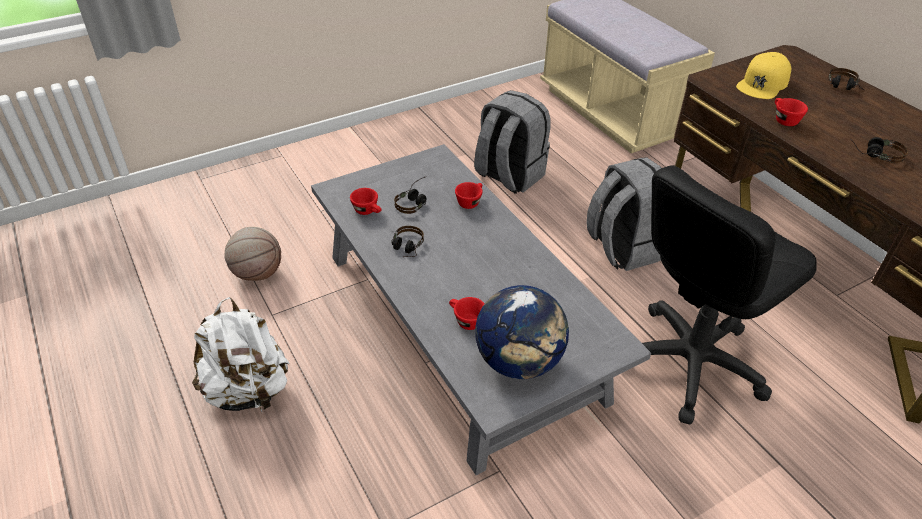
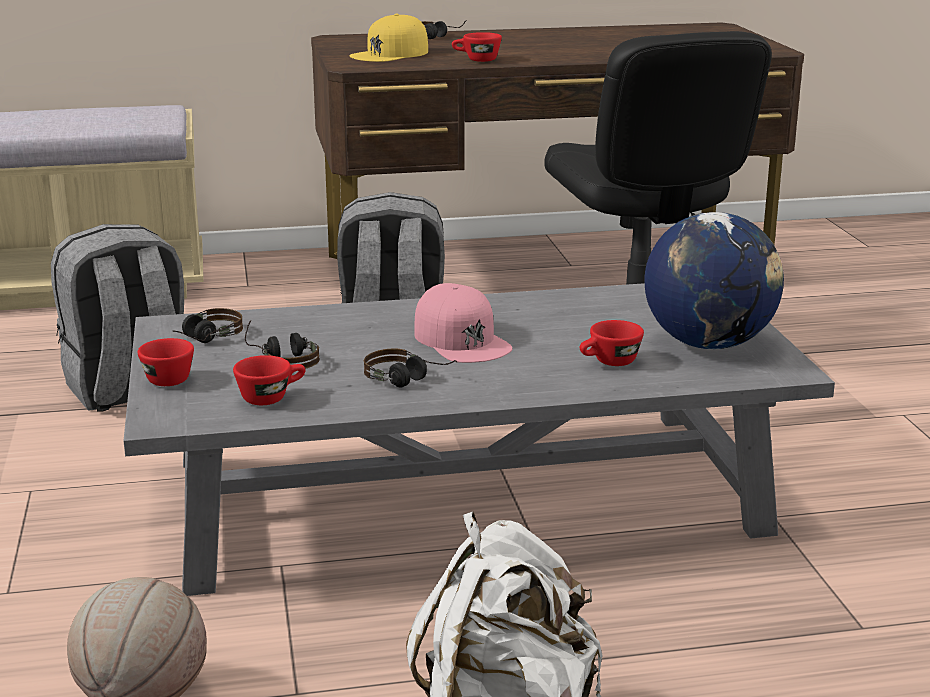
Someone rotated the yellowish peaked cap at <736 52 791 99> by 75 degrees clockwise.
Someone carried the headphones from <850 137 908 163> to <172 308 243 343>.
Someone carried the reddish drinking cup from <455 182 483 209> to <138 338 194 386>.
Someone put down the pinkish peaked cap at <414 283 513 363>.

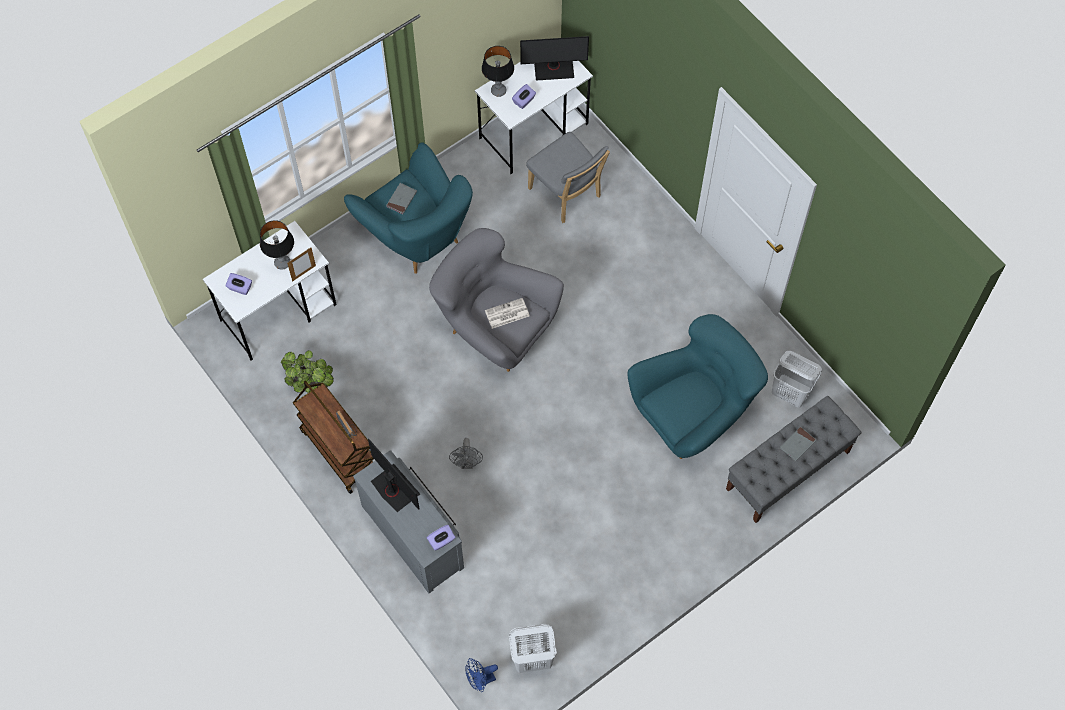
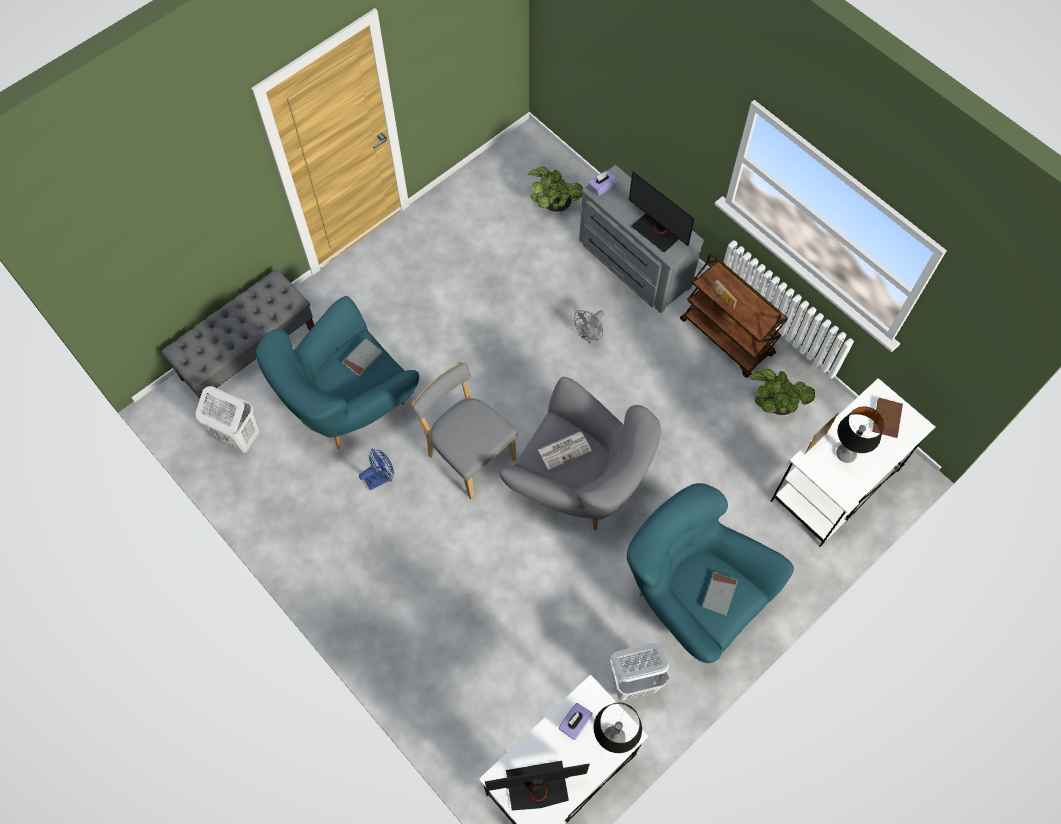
Someone carried the greyish chair from <526 132 610 223> to <411 362 518 500>.
Someone swapped the purple-coloured tissue holder at <225 273 252 295> for the brown-coloured bound book at <872 398 903 438>.
Someone carried the greyish bound book from <780 427 816 461> to <342 339 383 376>.
Someone rotated the greyish fan at <449 438 483 469> by 135 degrees counterclockwise.
Someone carried the whitish washing basket from <509 624 557 673> to <610 643 669 701>.
Someone carried the blue-coloured fan from <465 658 498 692> to <359 449 394 490>.
Someone put down the houseplant at <527 166 583 214>.

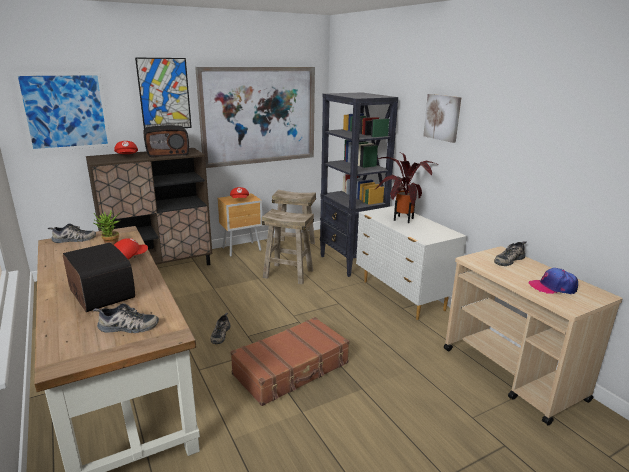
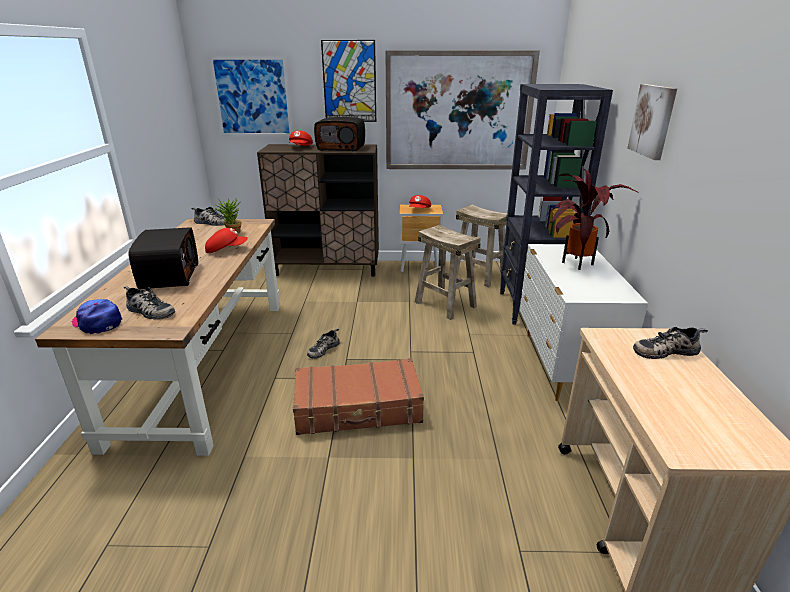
Someone carried the peaked cap from <528 268 578 294> to <72 299 122 334>.

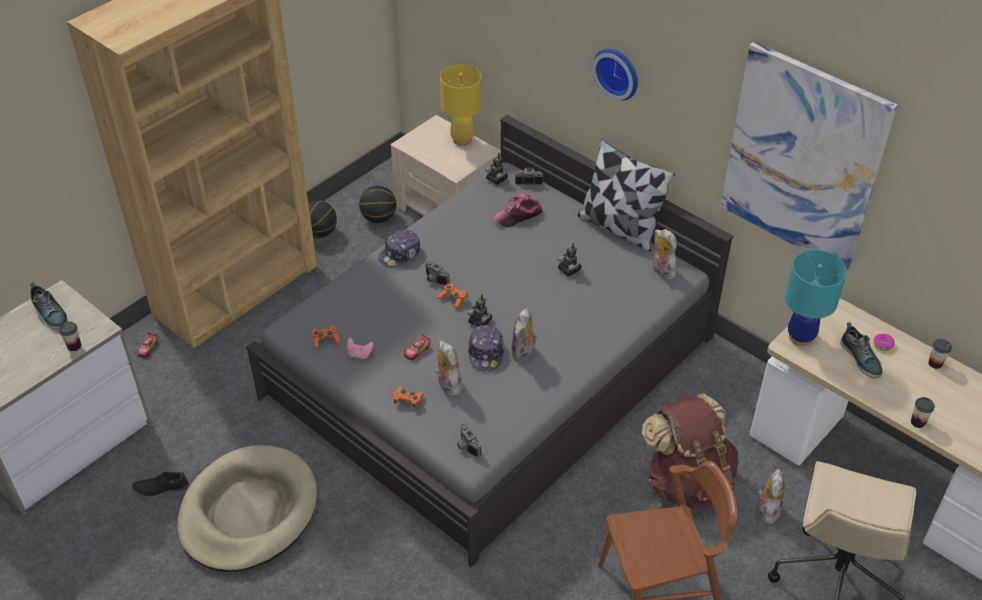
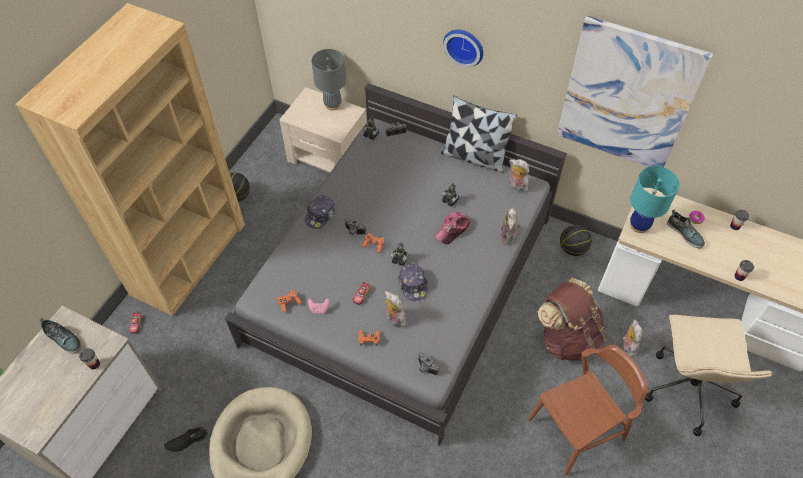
Someone repainted the yellowish table lamp at <440 64 482 146>, which became the greyish table lamp at <311 49 346 110>.
Someone carried the basketball from <359 186 397 223> to <560 225 592 256>.
Someone carried the peaked cap from <493 194 542 227> to <435 212 470 244>.
Someone carried the soft toy from <511 308 537 362> to <499 208 521 245>.

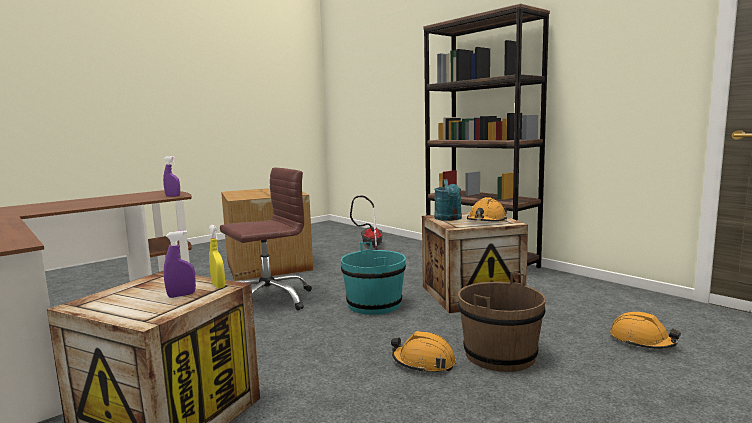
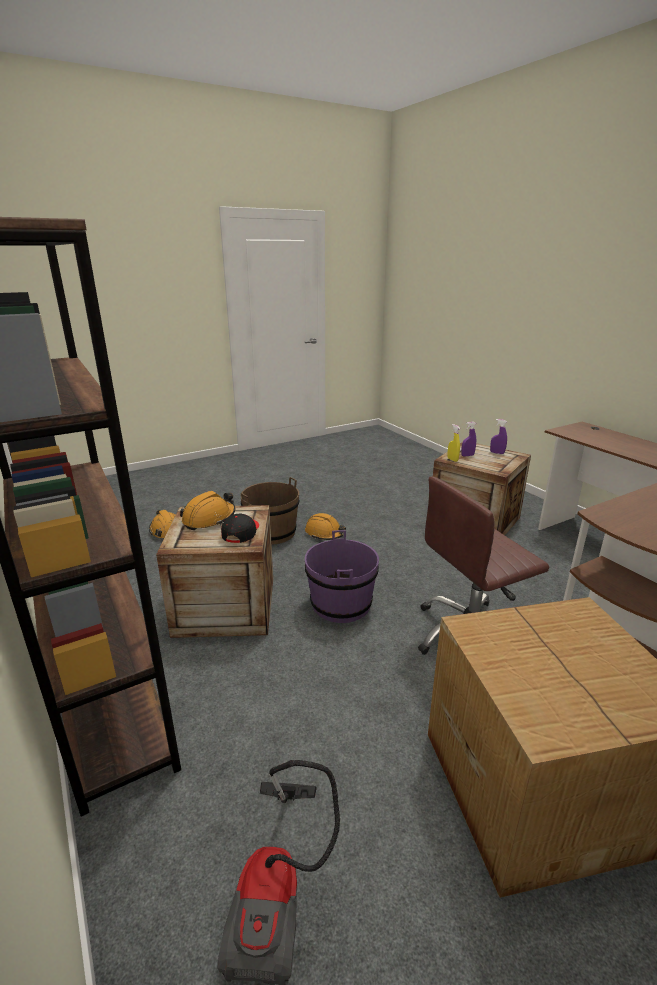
Someone carried the purple-coloured sprayer from <163 156 180 196> to <490 419 507 454>.
Someone swapped the turquoise-coloured watering pot at <434 179 462 221> for the black-coloured peaked cap at <221 514 259 543>.
Someone repainted the turquoise-coloured water bucket at <341 242 406 315>, which became the purple-coloured water bucket at <305 530 379 623>.

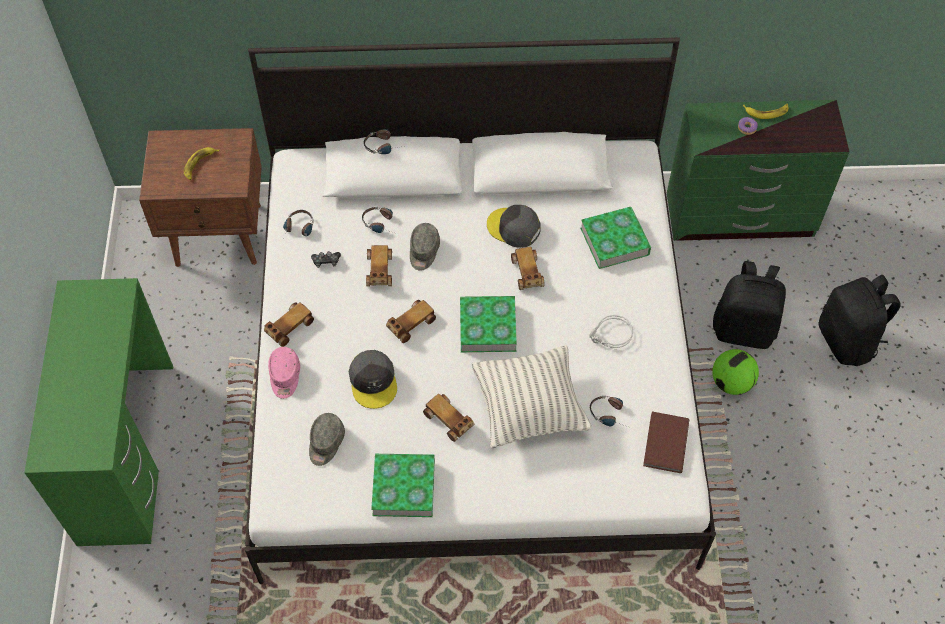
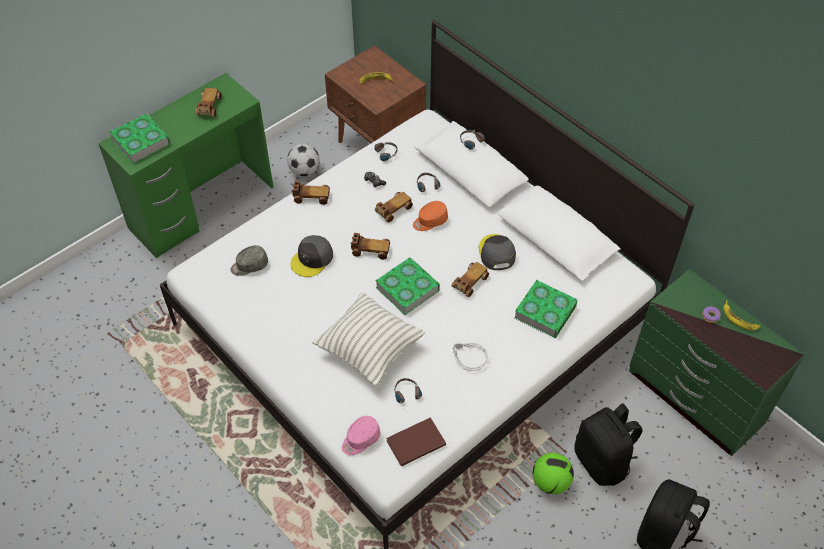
Someone repainted the greyish peaked cap at <410 223 440 271>, which became the orangey peaked cap at <413 201 448 231>.
Someone carried the pinkish peaked cap from <268 347 300 399> to <342 416 381 455>.
Someone carried the toy car from <423 394 474 442> to <195 88 222 117>.
Someone carried the bound book from <371 454 435 517> to <109 114 171 164>.
Someone put down the football ball at <287 144 320 176>.

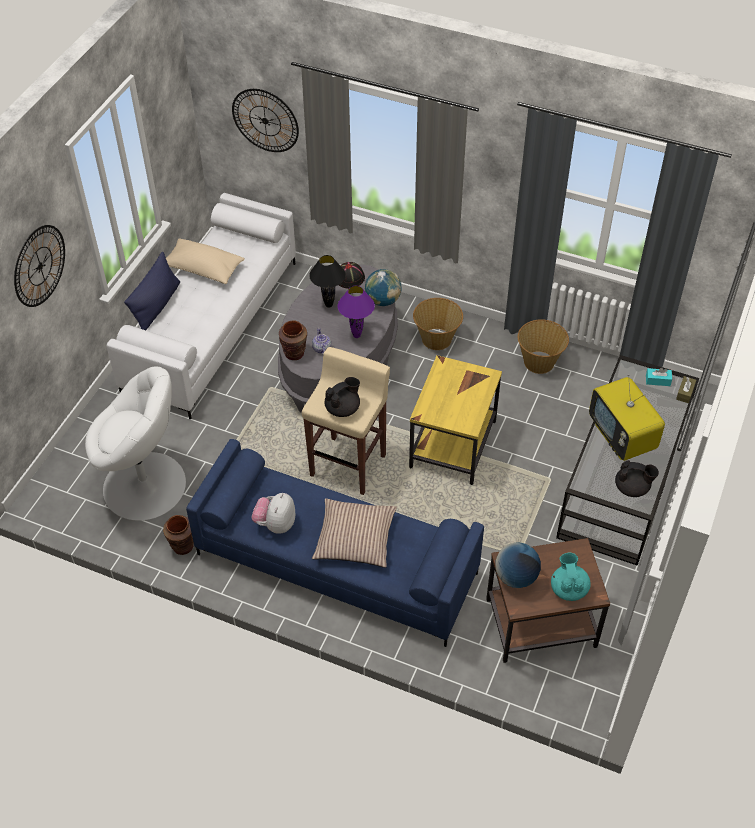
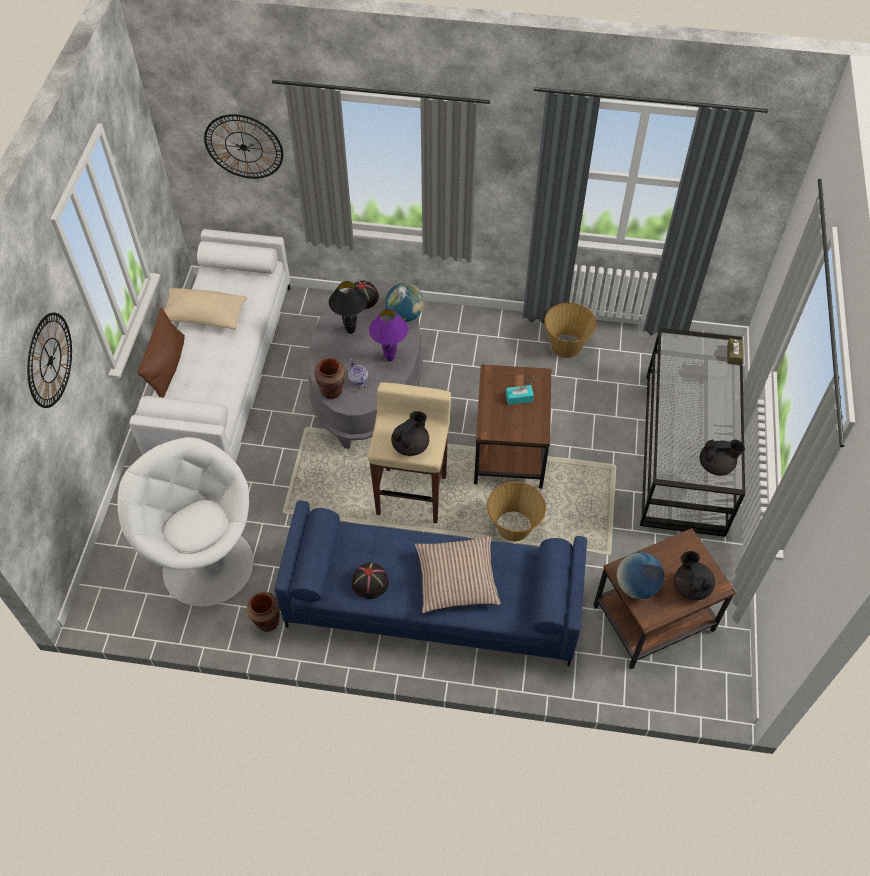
Someone repainted the blue-coloured cushion at <124 251 180 330>, which became the brown-coloured cushion at <137 308 185 398>.
Someone carried the household basket from <413 298 463 350> to <487 482 546 541>.
Someone repainted the yellowish end table at <409 355 502 485>, which became the brown-coloured end table at <474 365 551 489>.
Someone rotated the whitish armchair at <85 367 186 521> by 120 degrees counterclockwise.
Someone carried the turquoise-coloured tissue holder from <646 368 672 386> to <506 385 534 405>.
Someone took away the television at <589 375 665 461>.
Someone swapped the soft toy at <251 493 295 534> for the black-coloured hat at <351 562 389 599>.
Someone repainted the turquoise-coloured pot for tea at <551 553 591 601>, which became the black-coloured pot for tea at <674 551 715 600>.

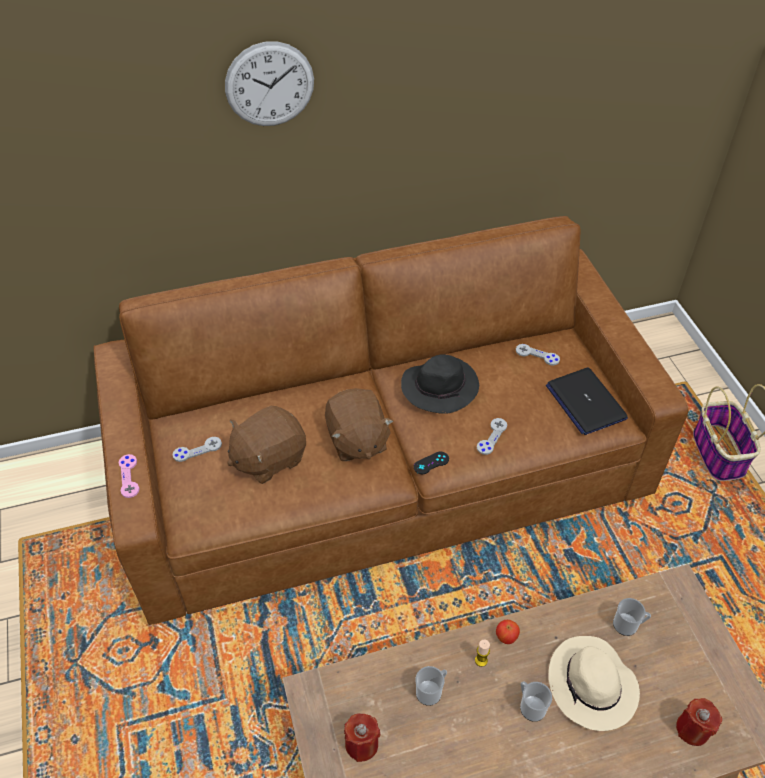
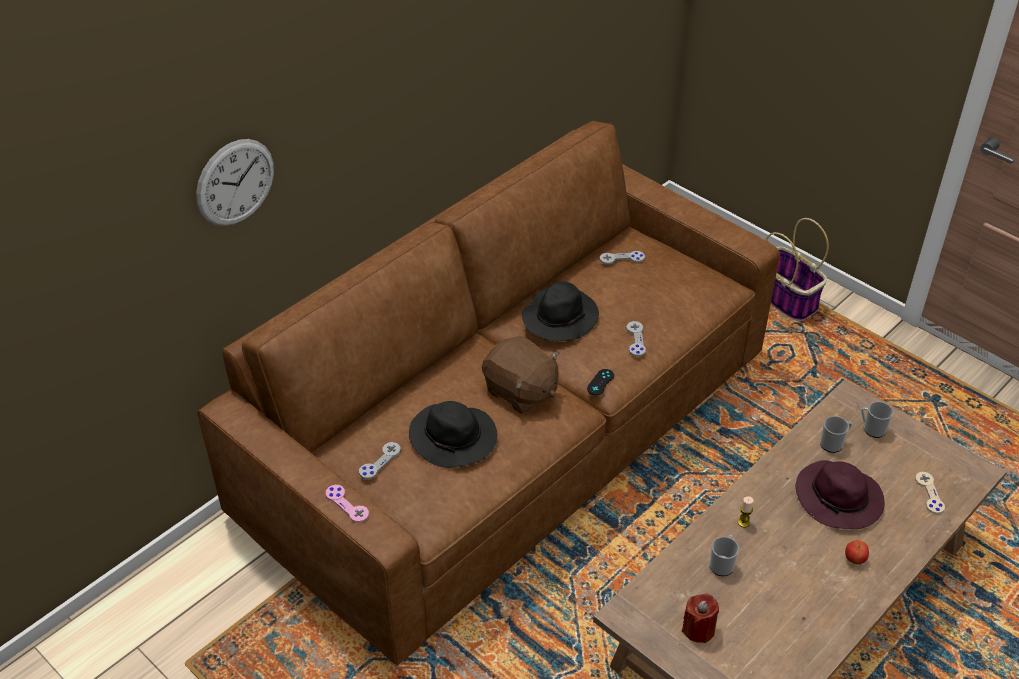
Someone carried the hanging clock from <225 41 314 126> to <196 139 274 226>.
Someone took away the portable computer at <546 368 628 435>.
Someone swapped the brown-coloured soft toy at <227 406 306 484> for the black-coloured hat at <409 401 497 468>.
Someone carried the apple from <496 620 520 644> to <845 541 869 564>.
Someone repainted the sand-coloured hat at <548 636 640 731>, which became the purple-coloured hat at <795 460 885 529>.
Someone carried the tea mug from <520 681 552 722> to <861 401 893 438>.
Someone swapped the reddish candle at <676 698 722 746> for the sand-coloured gamepad at <915 472 945 514>.

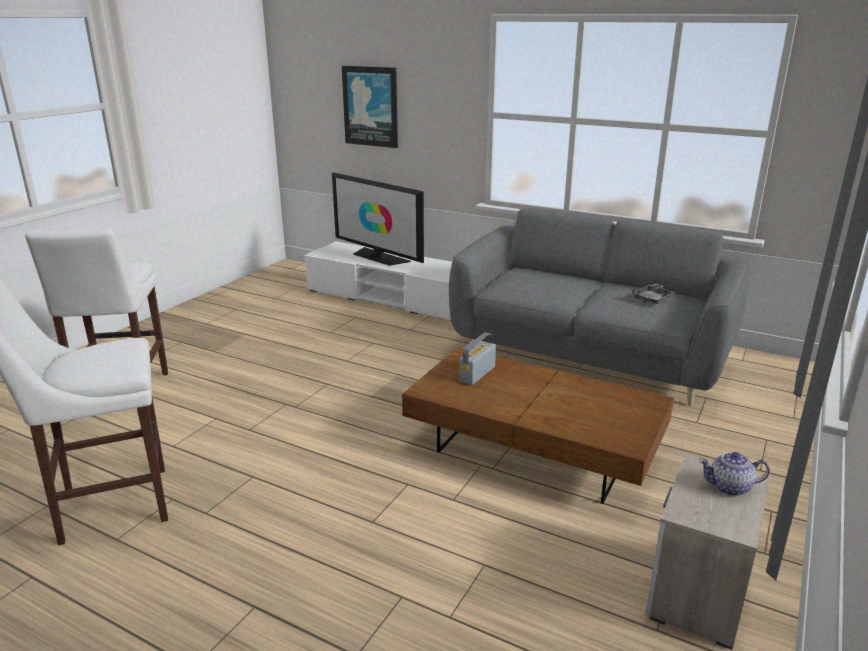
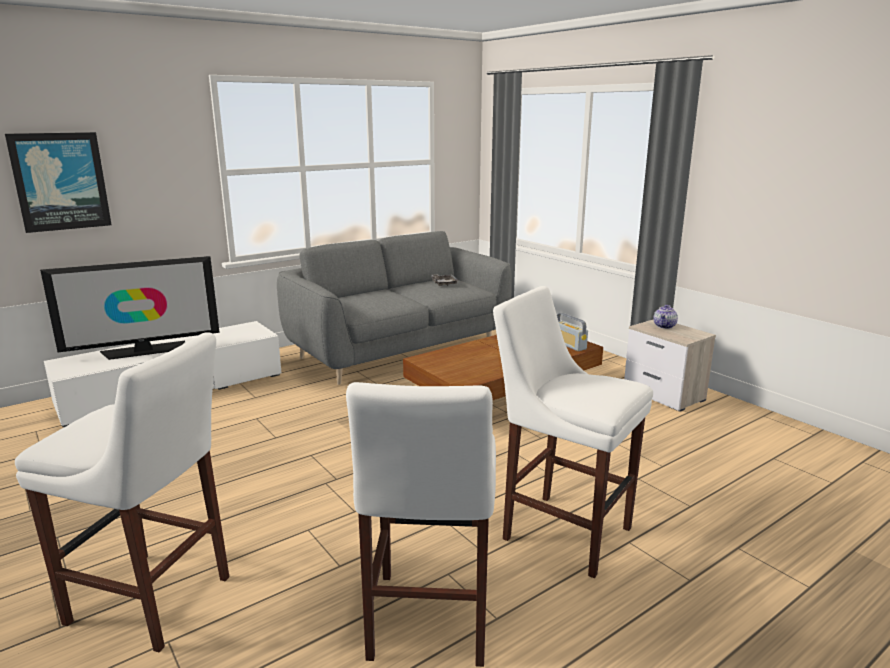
Someone carried the radio receiver from <459 332 496 385> to <557 313 588 351>.
Someone put down the whitish stool at <493 286 653 578>.

